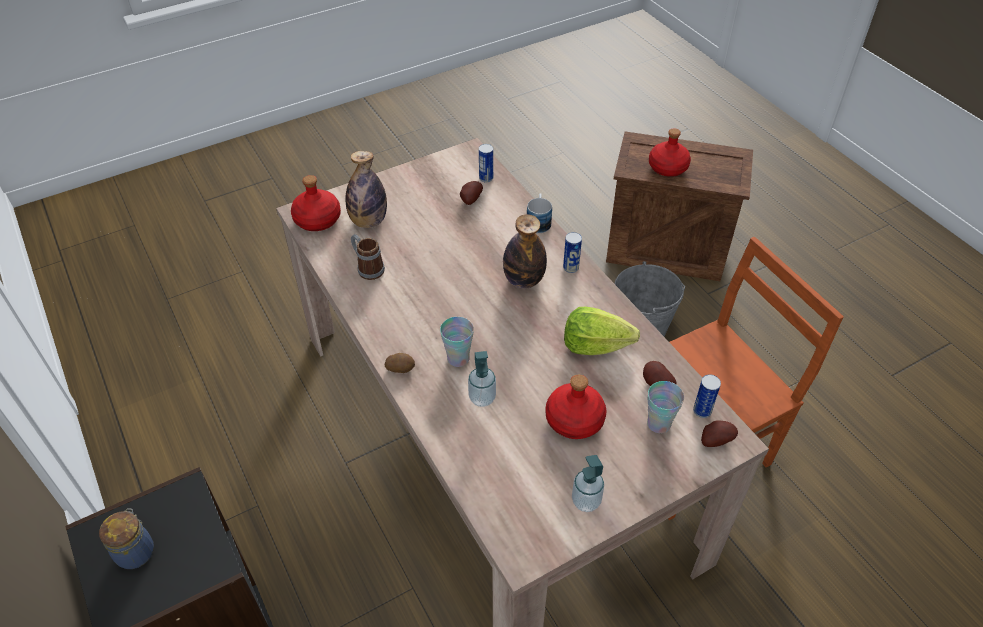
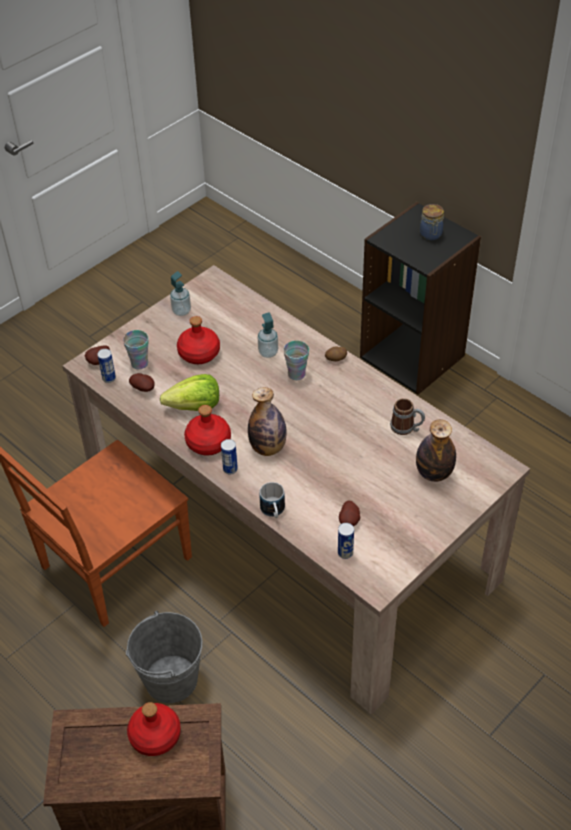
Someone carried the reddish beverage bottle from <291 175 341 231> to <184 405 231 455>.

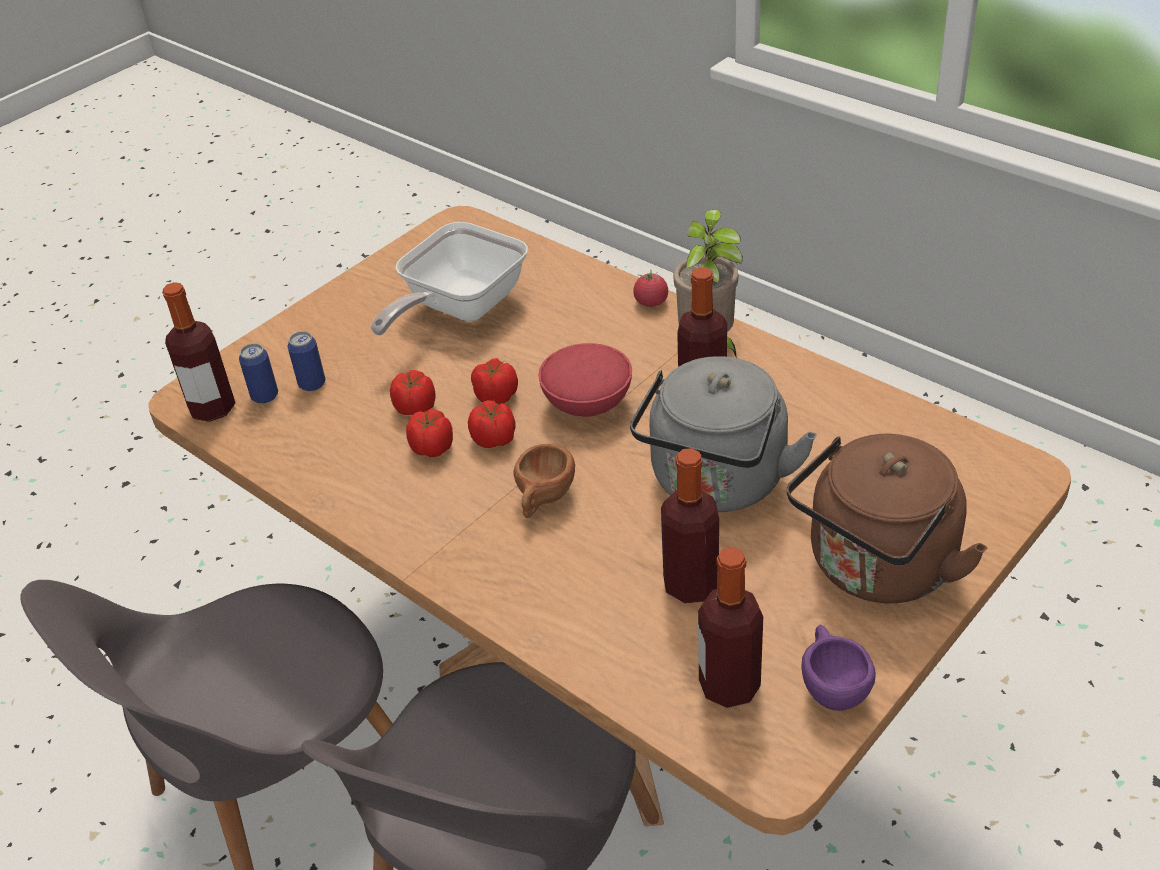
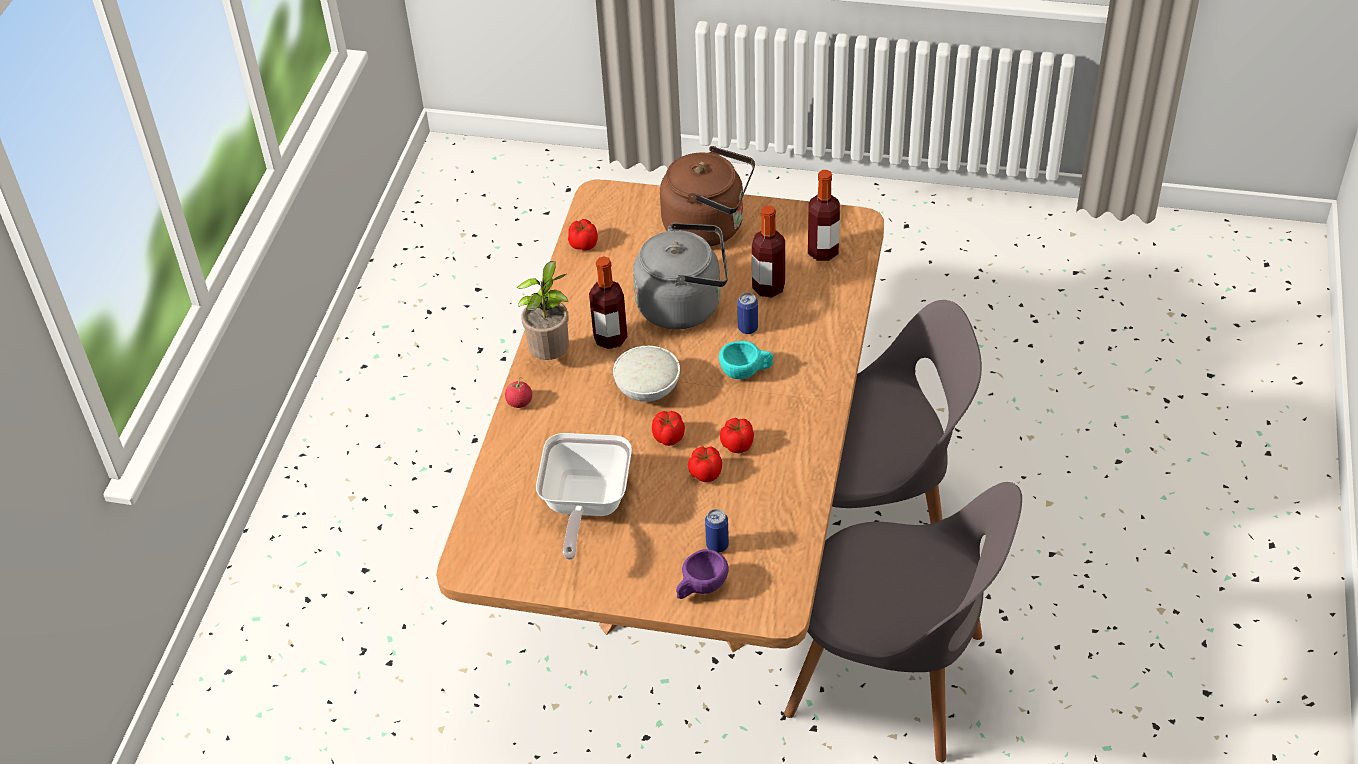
Someone rotated the skillet at <370 222 528 335> by 90 degrees clockwise.
Someone took away the beverage bottle at <162 282 235 422>.
Someone carried the sealed can from <239 343 278 404> to <737 292 758 334>.
Someone repainted the reddish serving bowl at <538 343 632 417>, which became the whitish serving bowl at <613 346 680 402>.
Someone carried the tomato from <468 400 516 448> to <568 219 598 251>.
Someone repainted the brown-coloured drinking cup at <513 444 575 518>, which became the turquoise-coloured drinking cup at <719 341 774 379>.
Someone carried the purple-coloured drinking cup from <801 625 876 711> to <676 549 729 599>.

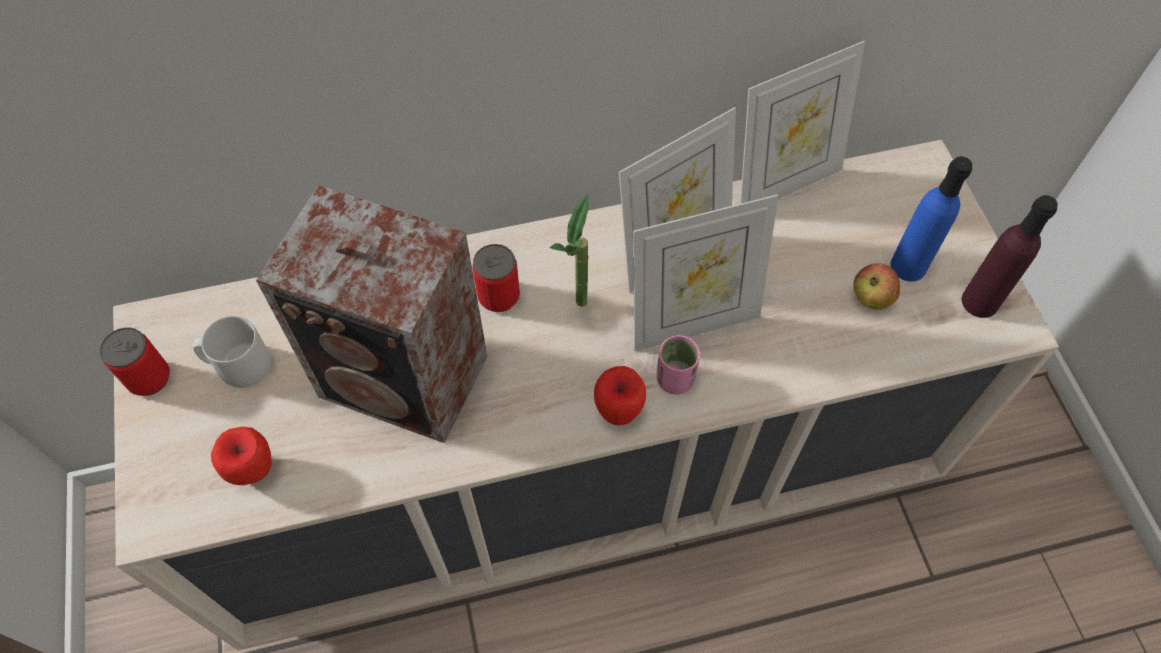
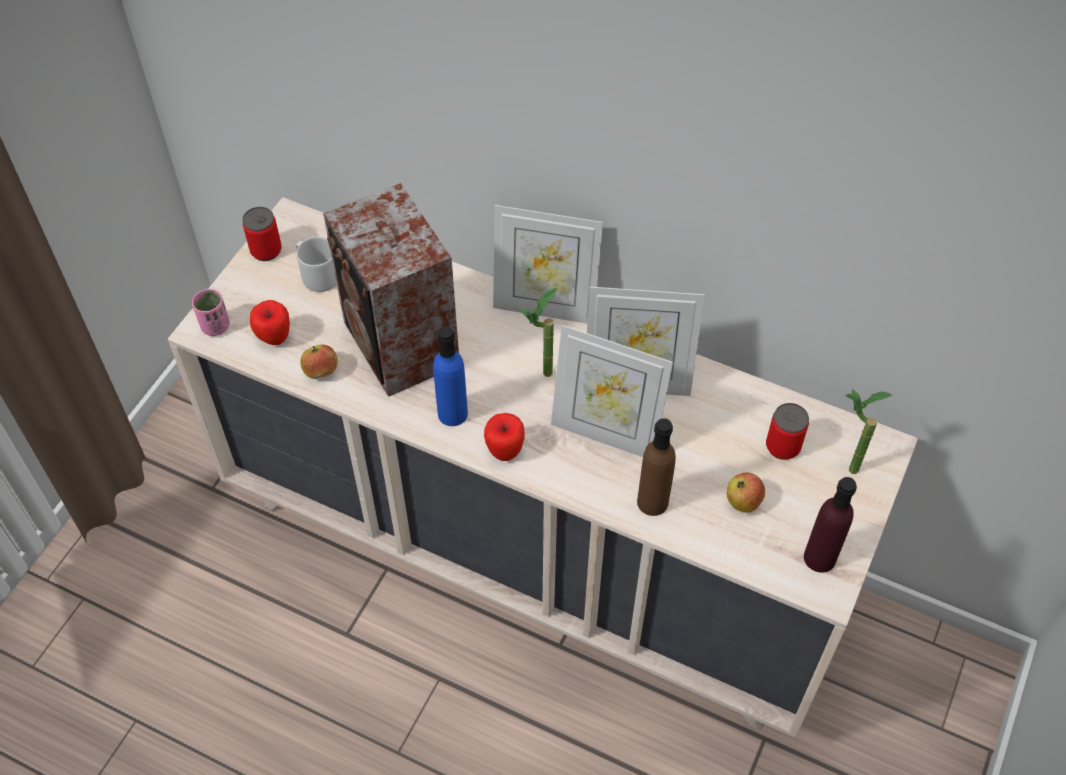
Someone carried the standing frame from <740 41 865 204> to <493 205 603 324>.
Someone carried the blue-coloured beverage bottle from <890 156 972 281> to <433 326 468 426>.
Someone carried the sealed can from <473 244 520 312> to <766 403 809 460>.
Someone carried the pinkish drinking cup from <656 335 701 394> to <192 289 230 336>.
Someone put down the apple at <300 345 338 379>.
Someone put down the houseplant at <845 389 892 474>.
Someone put down the brown-coloured beverage bottle at <637 418 676 516>.

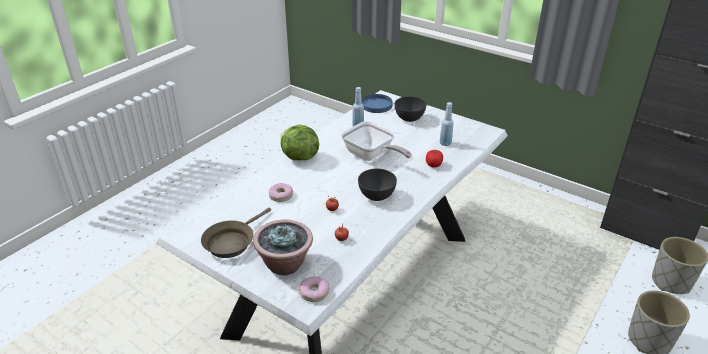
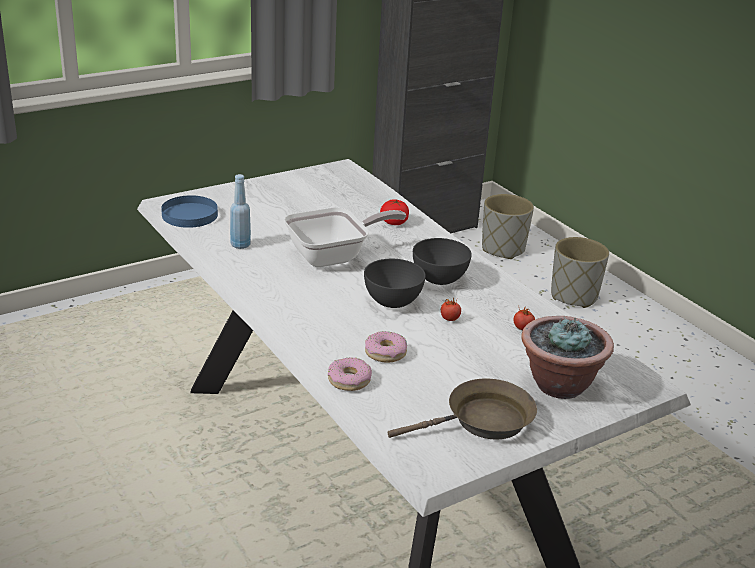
Someone carried the greyish serving bowl from <395 96 426 122> to <364 259 426 308>.
Someone took away the blue-coloured beverage bottle at <440 102 454 146>.
Someone took away the head of lettuce at <280 125 319 160>.
Someone rotated the brown-coloured skillet at <201 208 271 258> by 75 degrees counterclockwise.
Someone carried the doughnut from <300 276 330 302> to <328 357 372 391>.

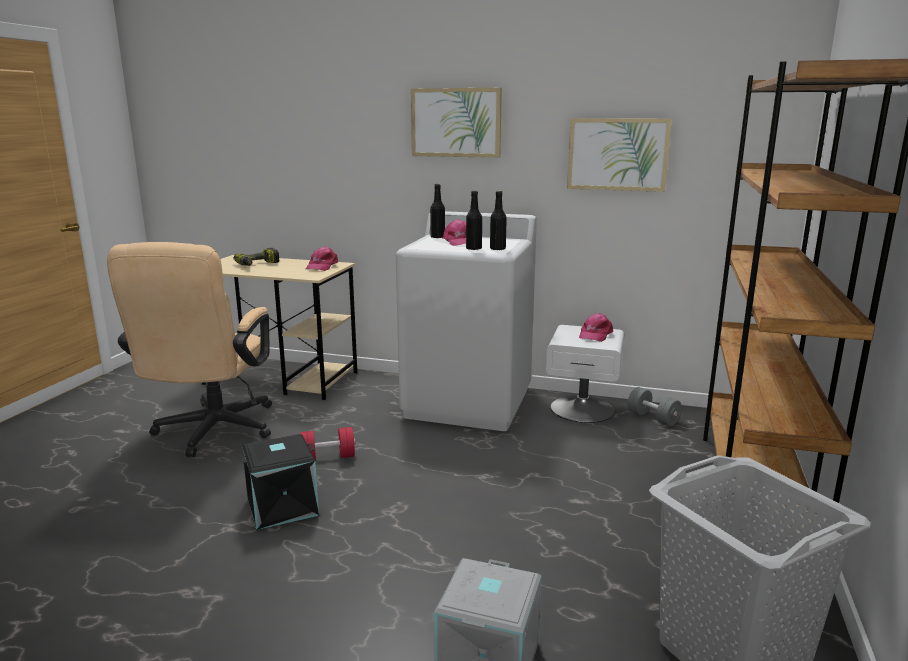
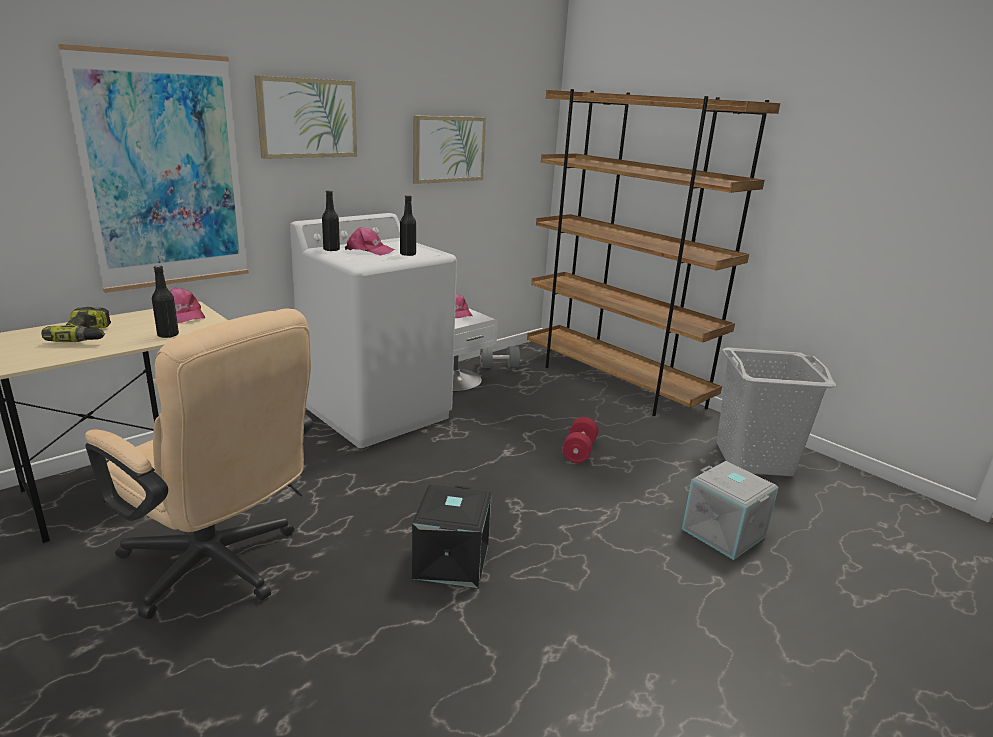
Someone carried the black-coloured beverage bottle from <490 191 507 250> to <152 265 179 338>.
Someone carried the reddish hand weight from <300 427 356 461> to <562 417 598 463>.
Someone put up the picture at <58 44 249 293>.

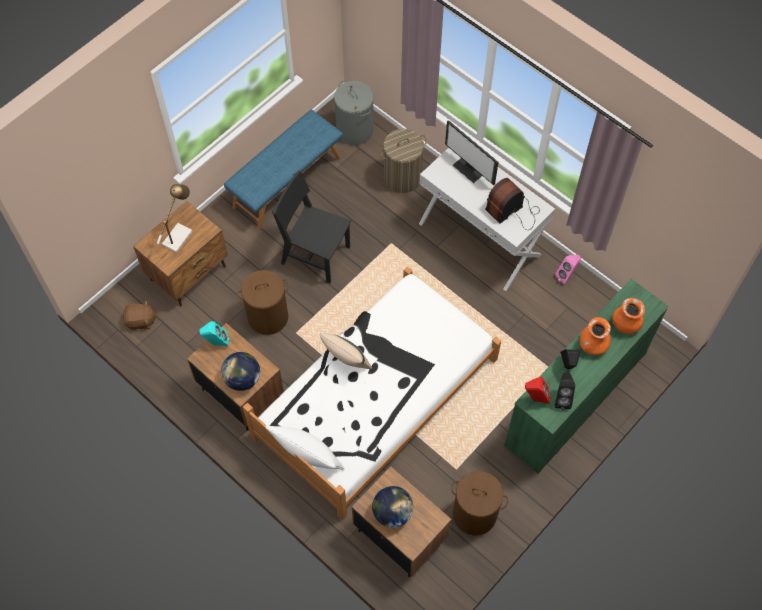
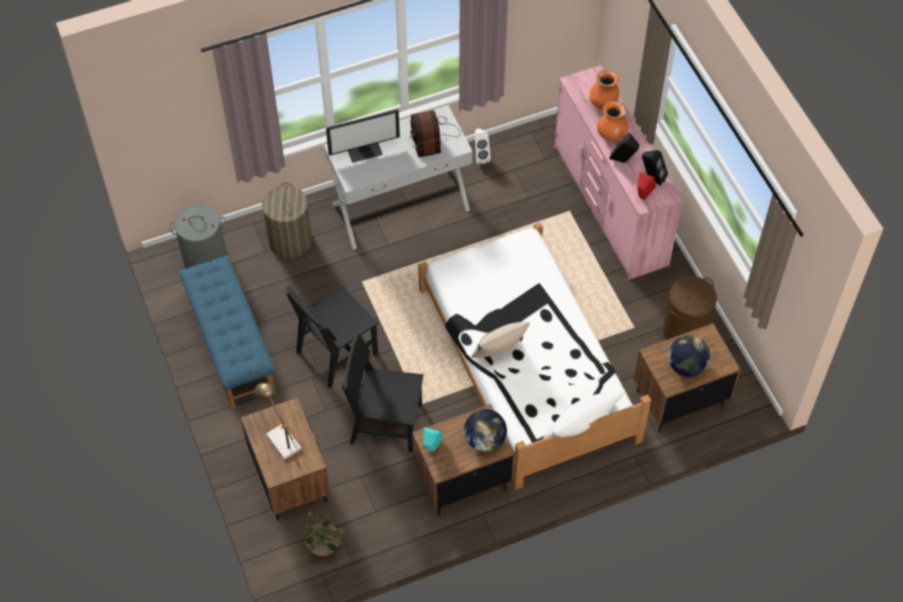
Someone repainted the pinkish speaker at <555 255 581 284>, which became the whitish speaker at <475 129 491 164>.
Someone swapped the brown-coloured washing basket at <237 270 289 335> for the black-coloured chair at <342 333 423 452>.
Someone repainted the greenish drawer chest at <504 279 669 474>, which became the pinkish drawer chest at <554 65 683 280>.
Someone swapped the brown-coloured soft toy at <123 301 158 330> for the houseplant at <301 511 346 557>.

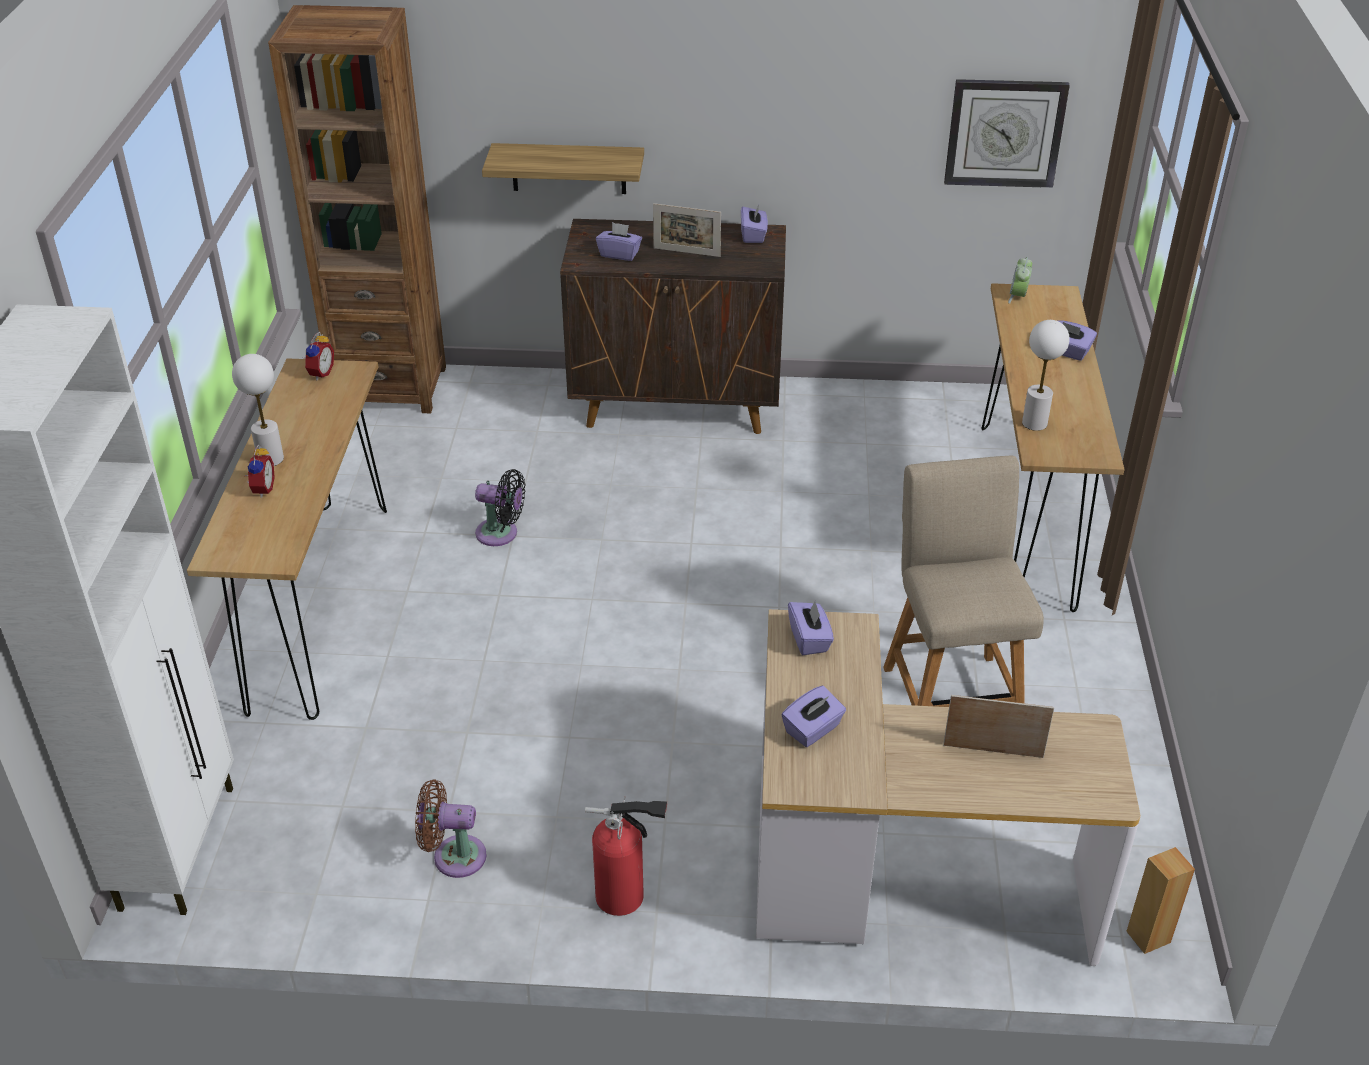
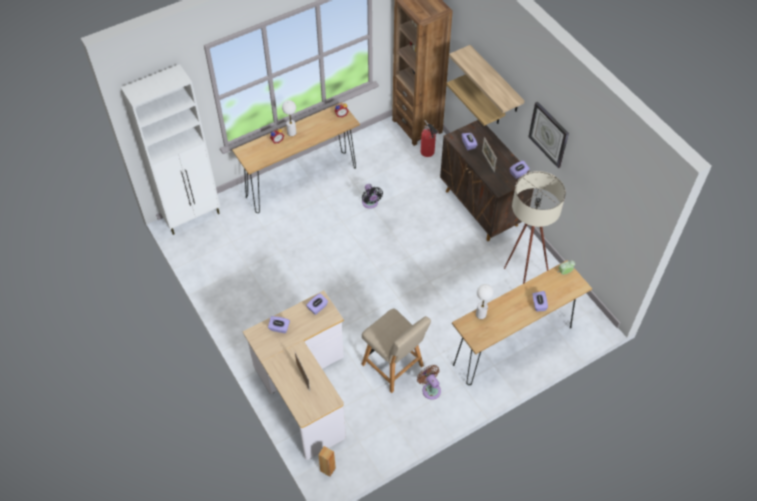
Someone carried the hanging clock from <944 79 1070 188> to <528 102 569 168>.
Someone rotated the sand-coloured chair at <883 456 1044 707> by 90 degrees clockwise.
Someone carried the brown-coloured fan from <415 779 487 878> to <417 365 441 400>.
Someone carried the fire extinguisher from <585 796 667 916> to <421 120 439 157>.
Someone put up the shelf at <449 45 525 113>.
Someone put down the sand-coloured standard lamp at <504 171 566 284>.

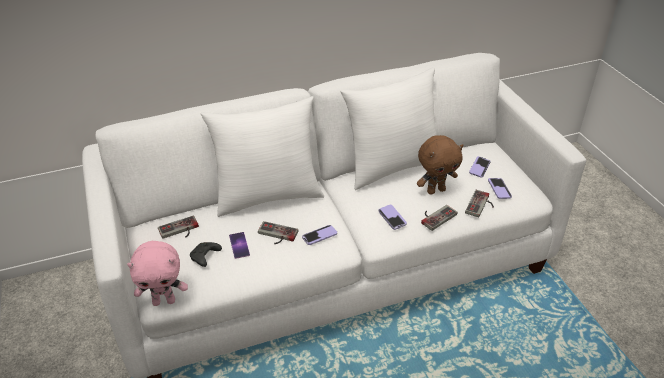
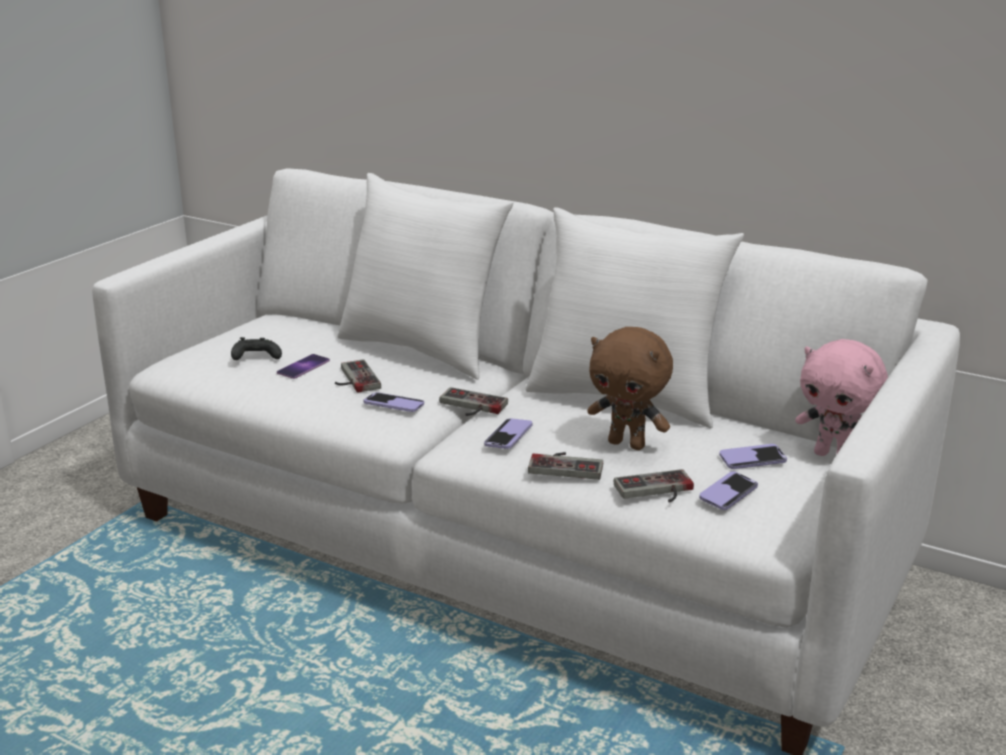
Someone carried the gamepad from <158 215 199 239> to <439 387 508 416>.
Someone carried the pinkish soft toy from <127 241 188 306> to <795 339 888 456>.

